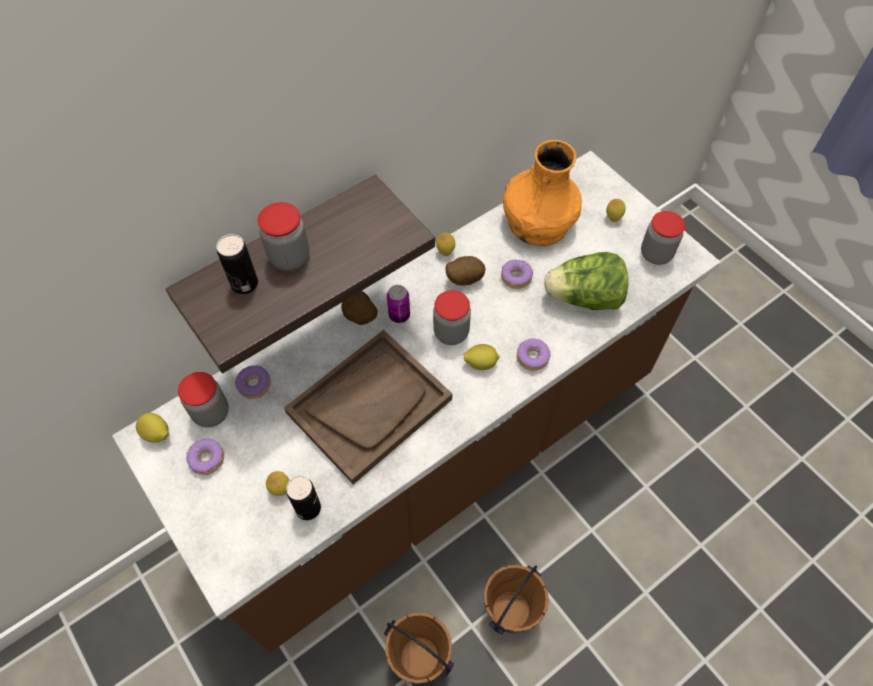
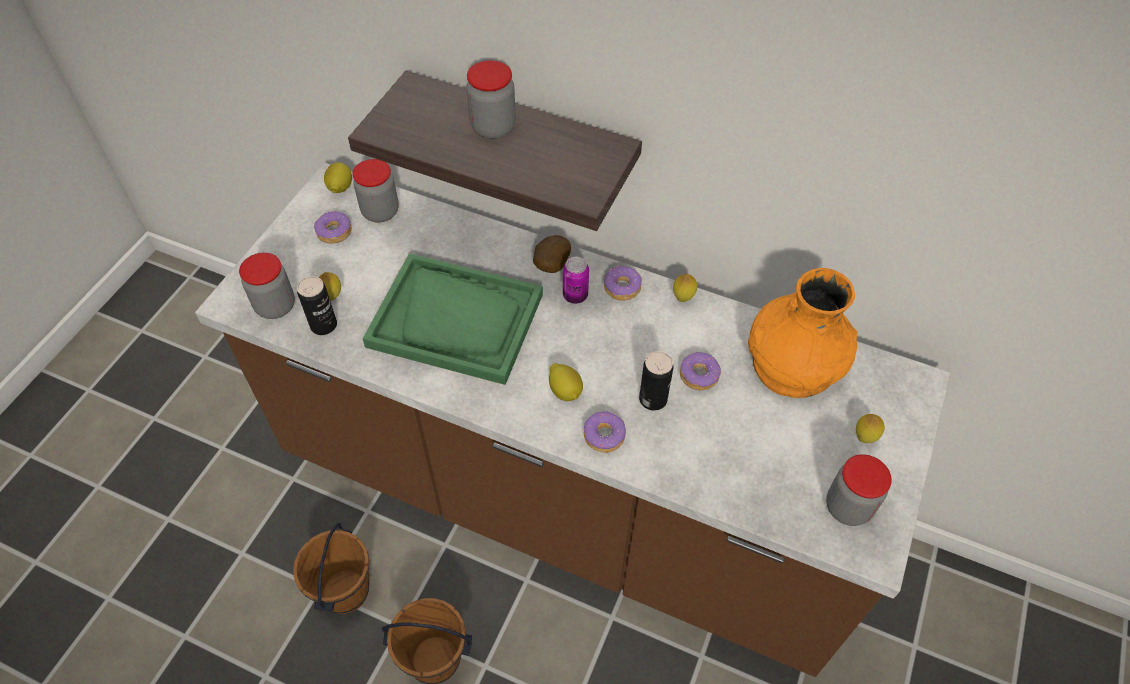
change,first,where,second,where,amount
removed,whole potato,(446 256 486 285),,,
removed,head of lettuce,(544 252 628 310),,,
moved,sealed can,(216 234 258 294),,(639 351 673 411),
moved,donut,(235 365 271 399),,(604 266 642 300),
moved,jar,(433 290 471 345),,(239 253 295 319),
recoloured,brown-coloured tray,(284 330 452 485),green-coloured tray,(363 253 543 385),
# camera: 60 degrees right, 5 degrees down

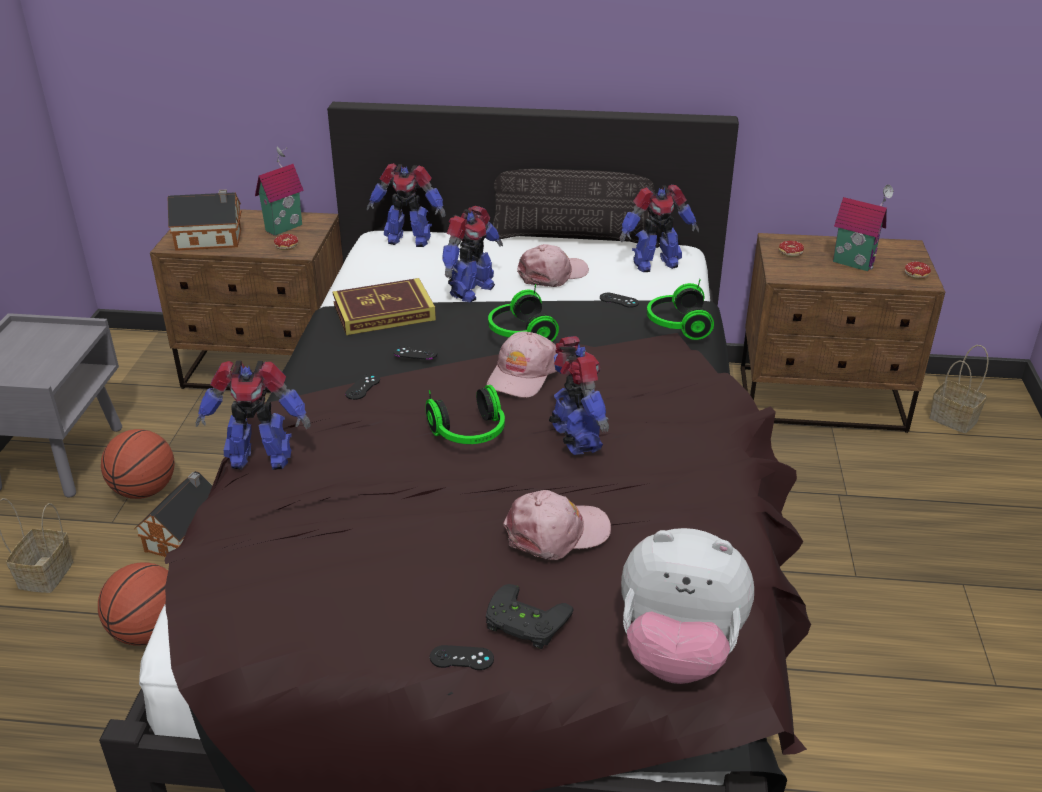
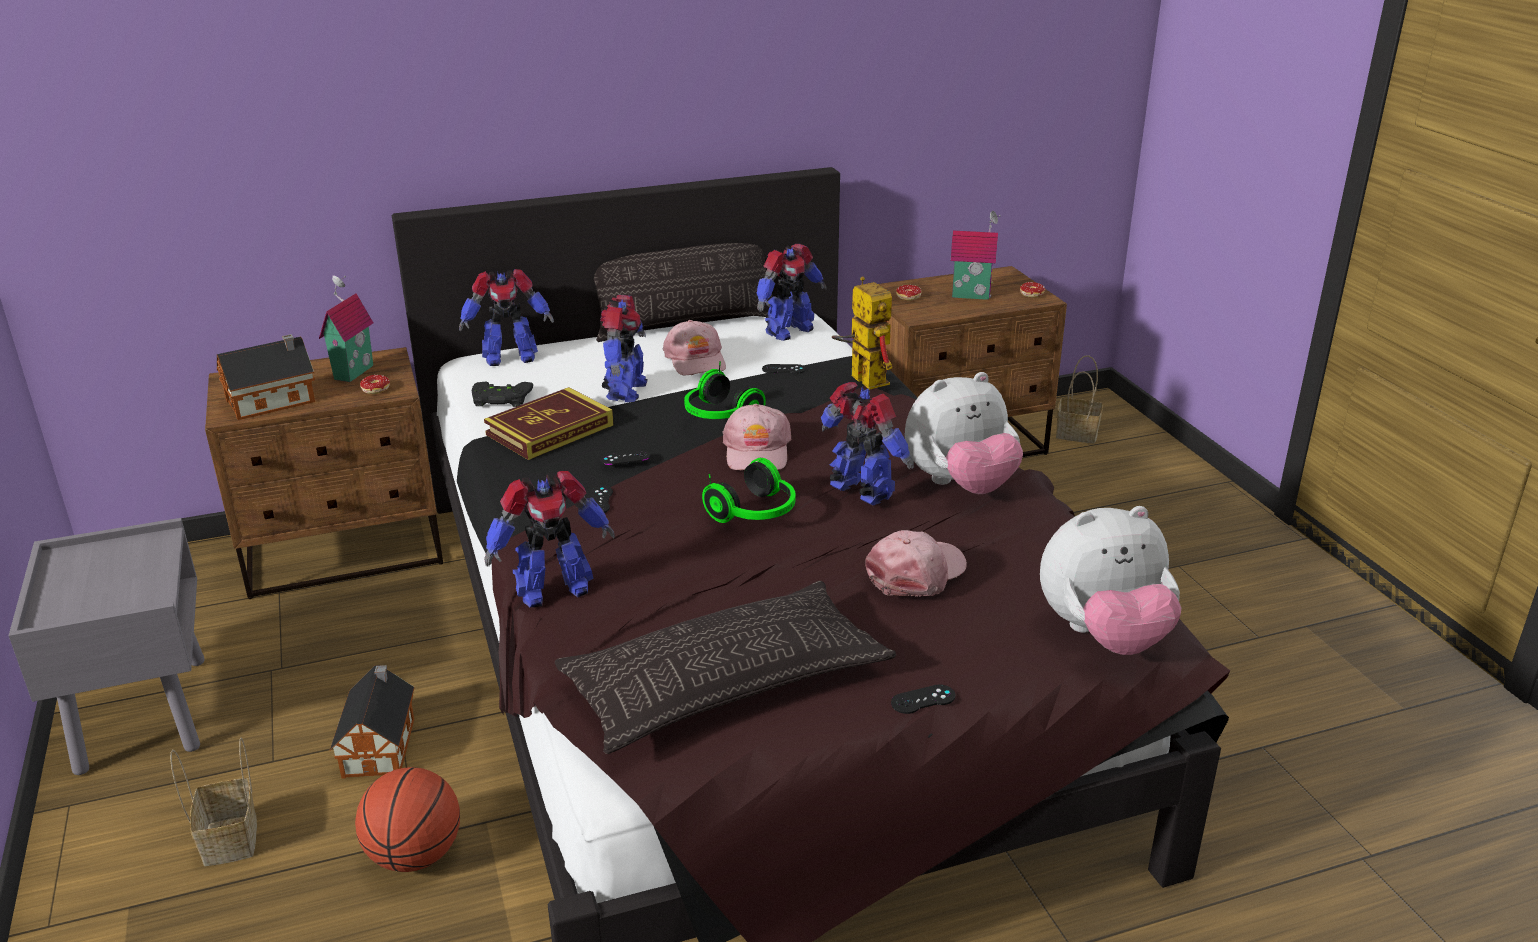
change,first,where,second,where,amount
removed,basketball,(101 429 174 499),,,
added,,,throw pillow,(555 581 896 754),
added,,,plush toy,(905 372 1023 494),
moved,black-coloured gamepad,(486 584 573 649),,(471 381 533 407),
replaced,headset,(647 279 714 340),toy robot,(832 276 892 390),
turned,pinkish cap,(517 244 589 287),,(663 320 726 376),135 degrees clockwise
# camera: 25 degrees left, 5 degrees down

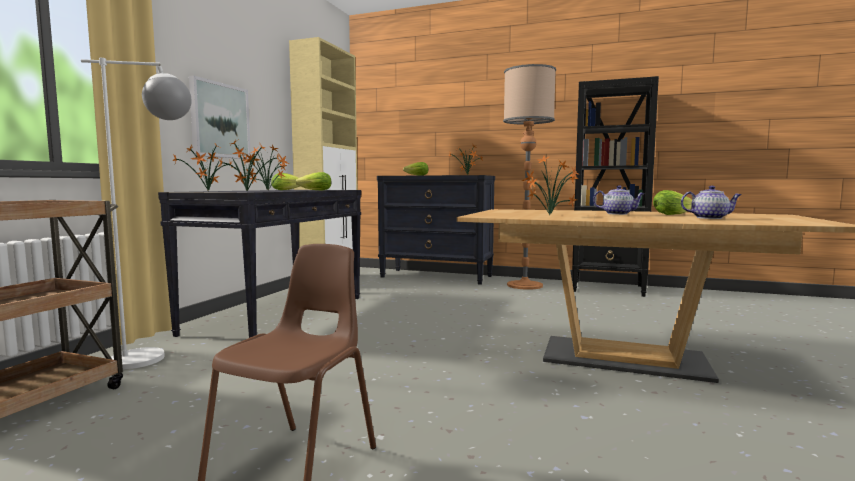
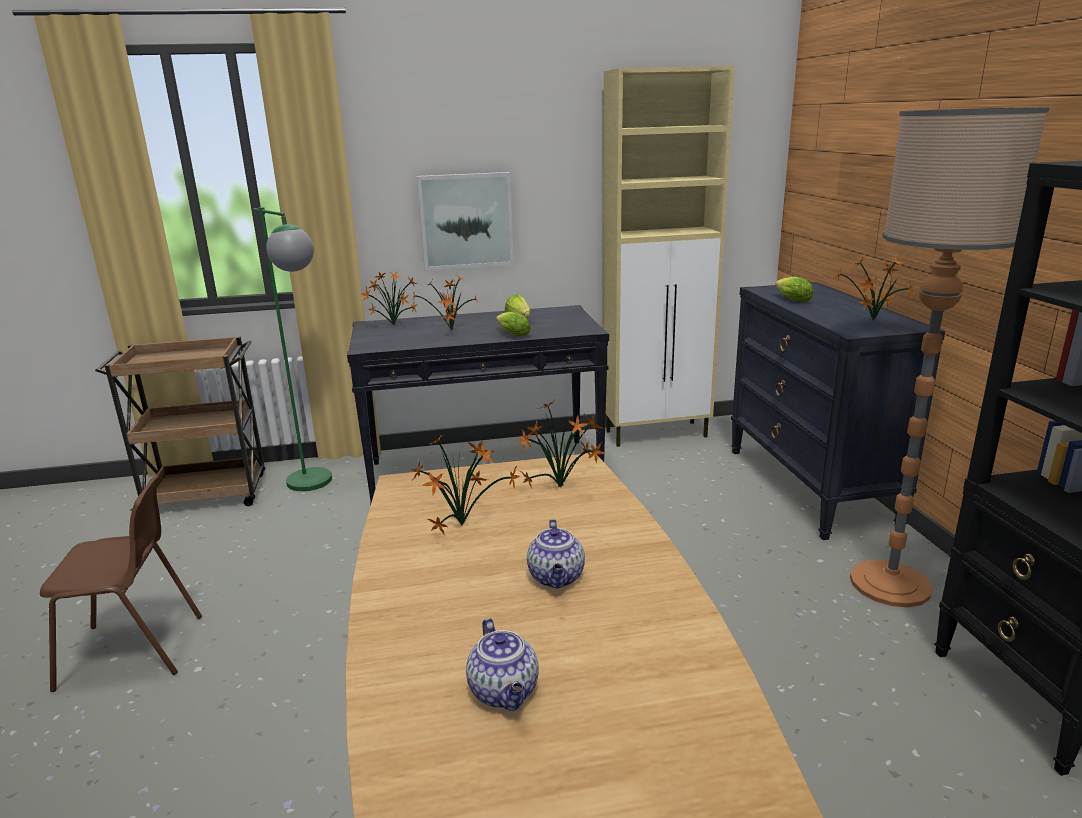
change,first,where,second,where,amount
removed,head of lettuce,(653 190 692 215),,,
moved,houseplant,(218 139 279 191),,(516 400 606 488),
recoloured,whitish standard lamp,(81 58 191 369),green-coloured standard lamp,(253 207 332 491),
# camera: 60 degrees right, 15 degrees up

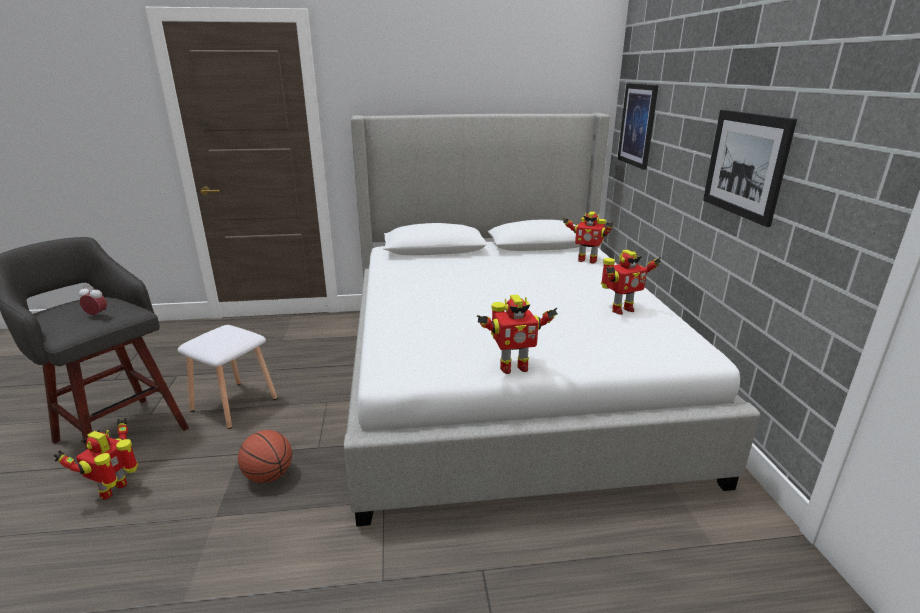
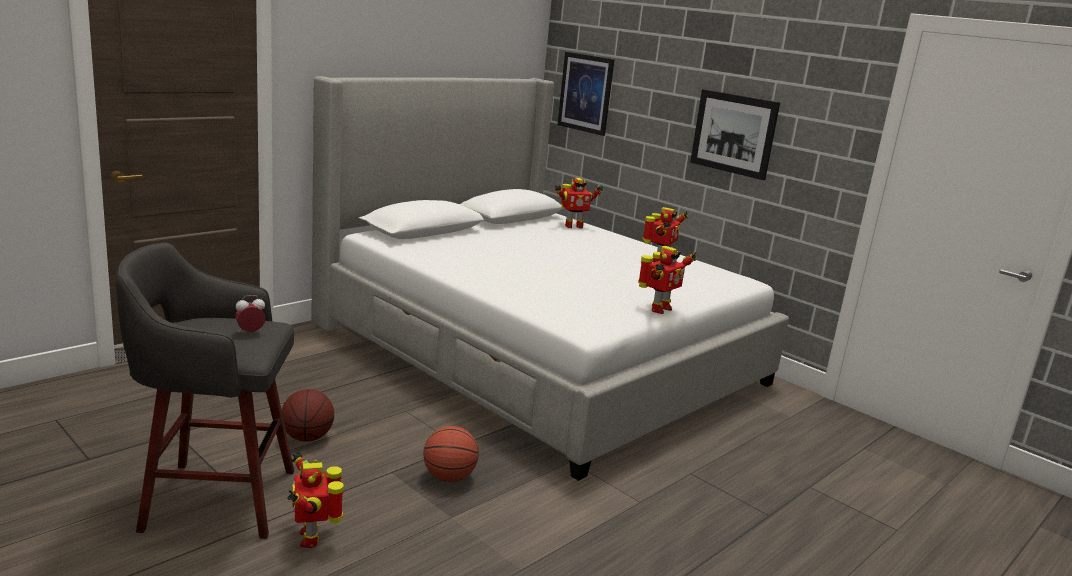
change,first,where,second,where,amount
replaced,whitish stool,(178 325 277 429),basketball,(282 389 334 442),
# camera: 40 degrees left, 5 degrees down

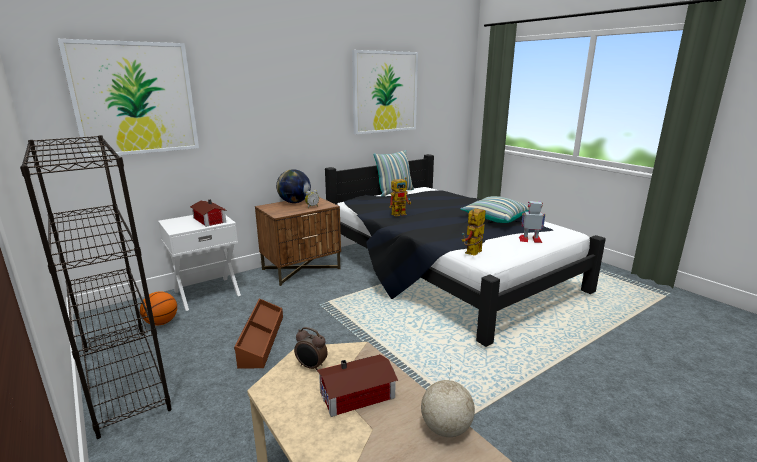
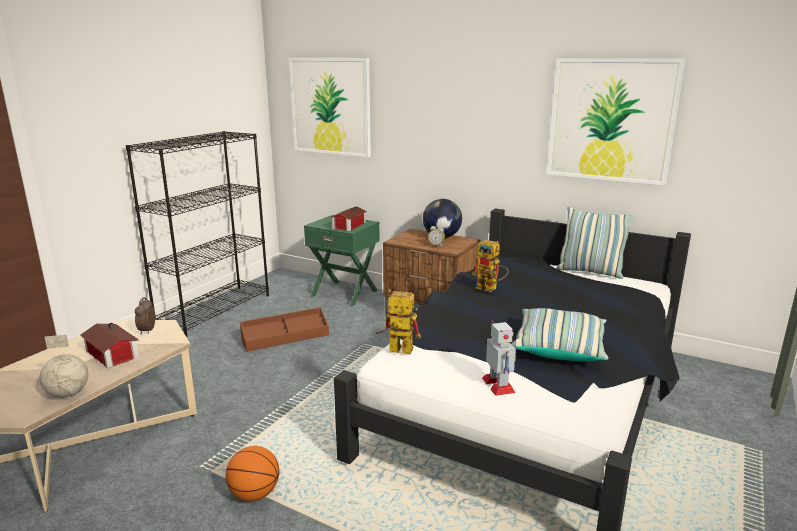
change,first,where,second,where,amount
moved,basketball,(140 292 177 326),,(226 446 279 501),
recoloured,whitish night table,(158 215 241 311),green-coloured night table,(304 215 380 306),
# camera: 65 degrees right, 0 degrees up

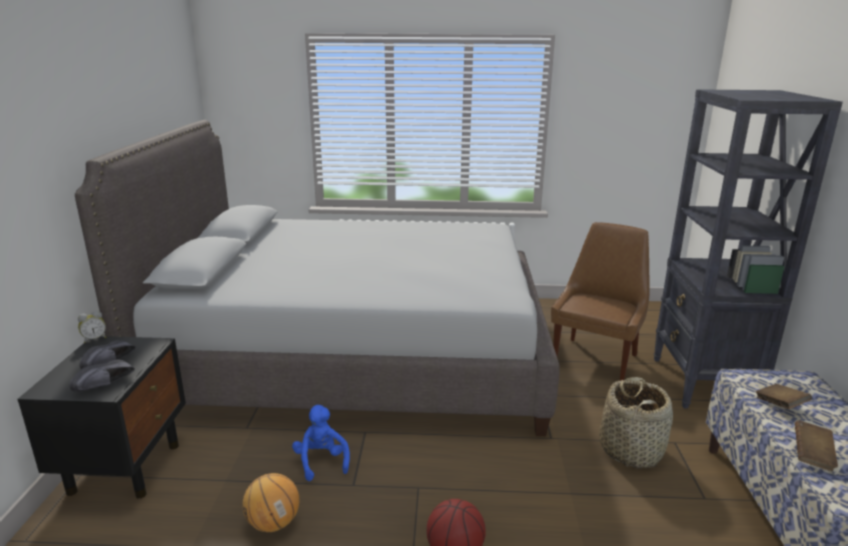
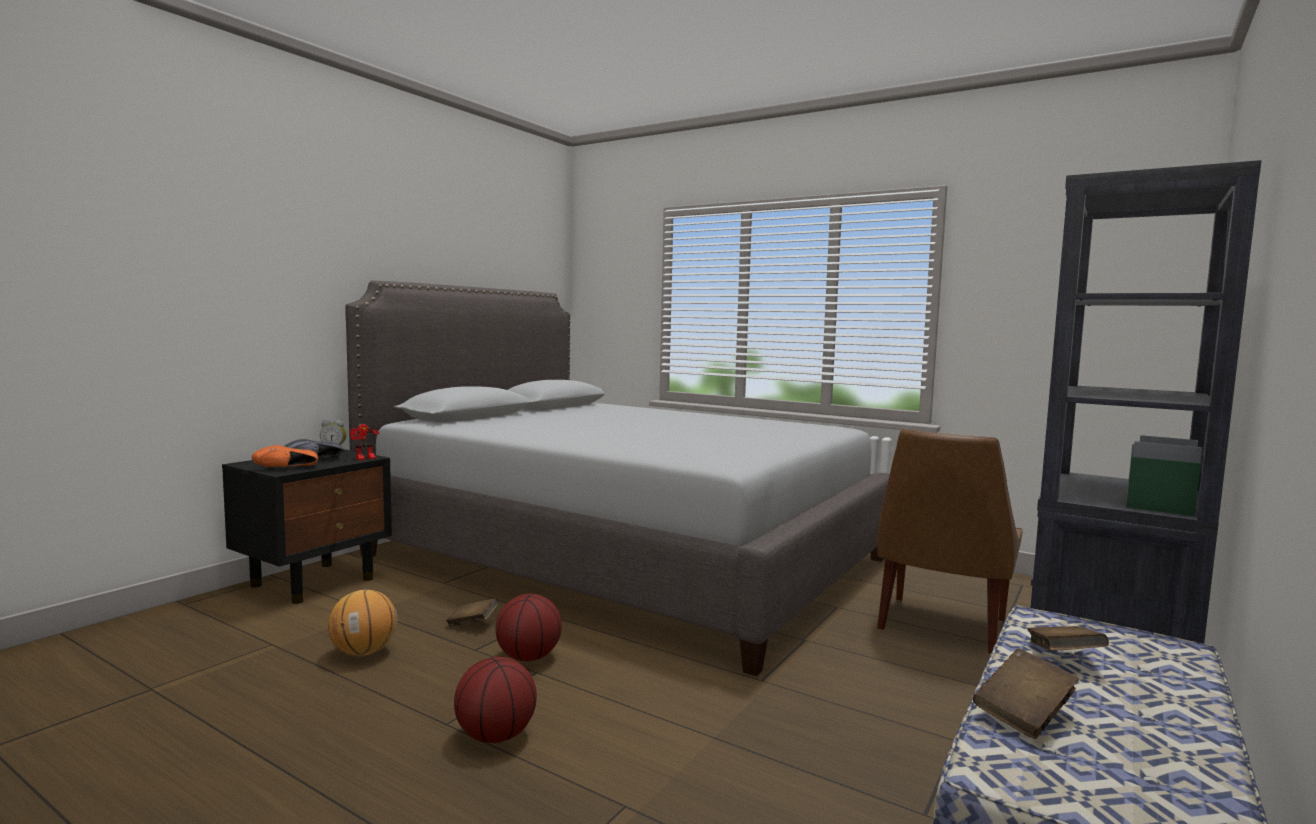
change,first,where,second,where,amount
removed,storage basket,(599 377 673 469),,,
added,,,toy robot,(350 424 379 460),
added,,,basketball,(495 593 562 662),
replaced,blue-coloured plush toy,(292 405 350 481),brown-coloured volume,(446 598 498 627),
recoloured,black-coloured item of footwear,(69 359 135 392),orange item of footwear,(252 445 318 467),
turned,brown-coloured chair,(551 222 650 381),,(877 430 1023 654),150 degrees clockwise
# camera: 30 degrees right, 15 degrees down

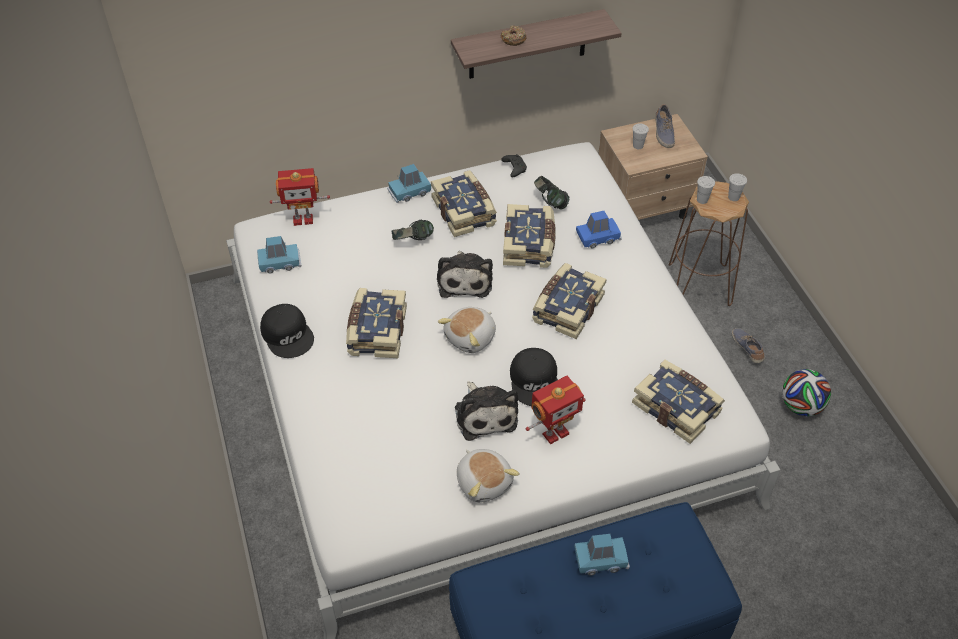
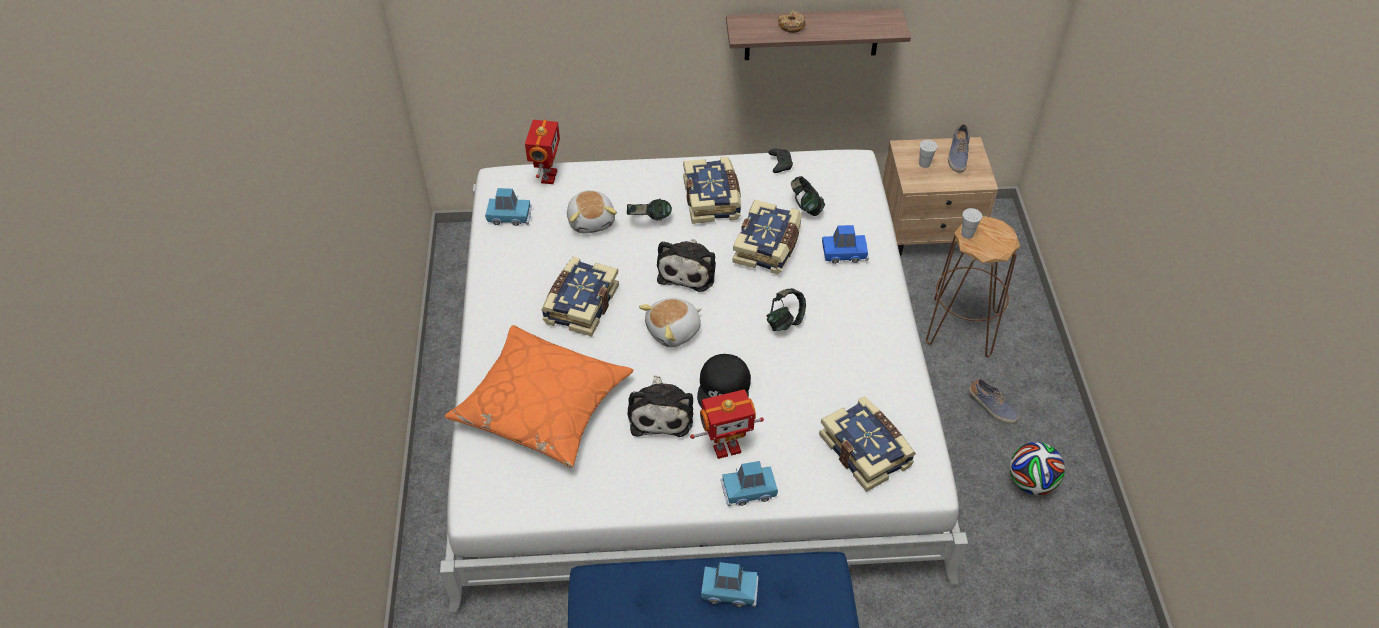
change,first,where,second,where,amount
removed,black-coloured cap,(260 304 314 358),,,
removed,whitish cup,(728 173 747 201),,,
added,,,orange throw pillow,(445 325 633 468),
moved,blue-coloured miniature car,(387 164 431 203),,(720 461 778 506),
moved,plush toy,(457 449 520 502),,(567 190 617 233),
replaced,volume,(532 263 607 339),headset,(767 288 806 331),
turned,toy robot,(270 168 330 226),,(525 120 560 184),90 degrees counterclockwise
turned,item of footwear,(732 328 765 363),,(969 378 1019 424),135 degrees clockwise
# camera: 15 degrees right, 0 degrees up

